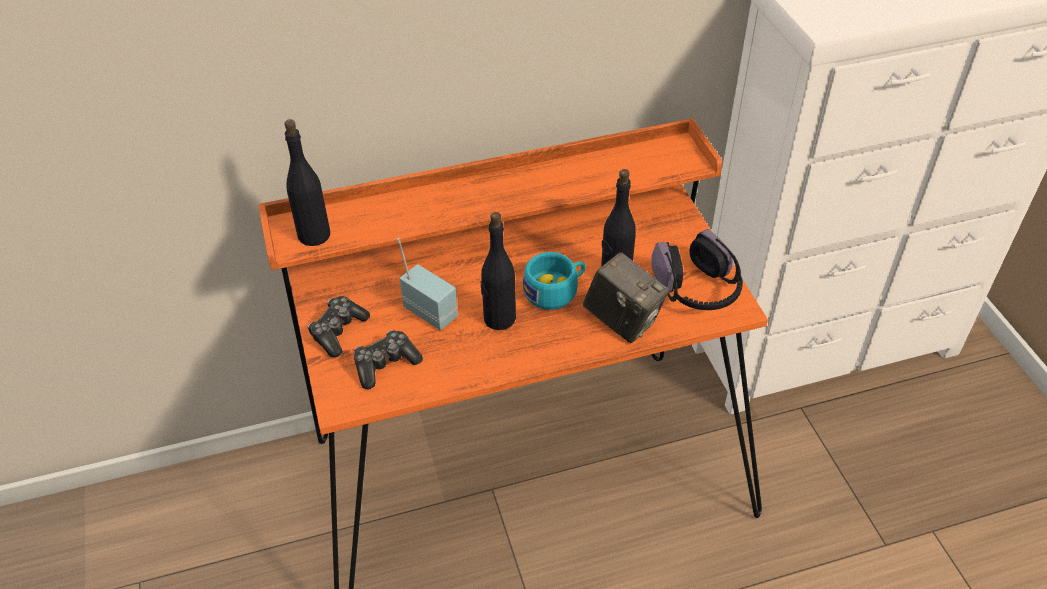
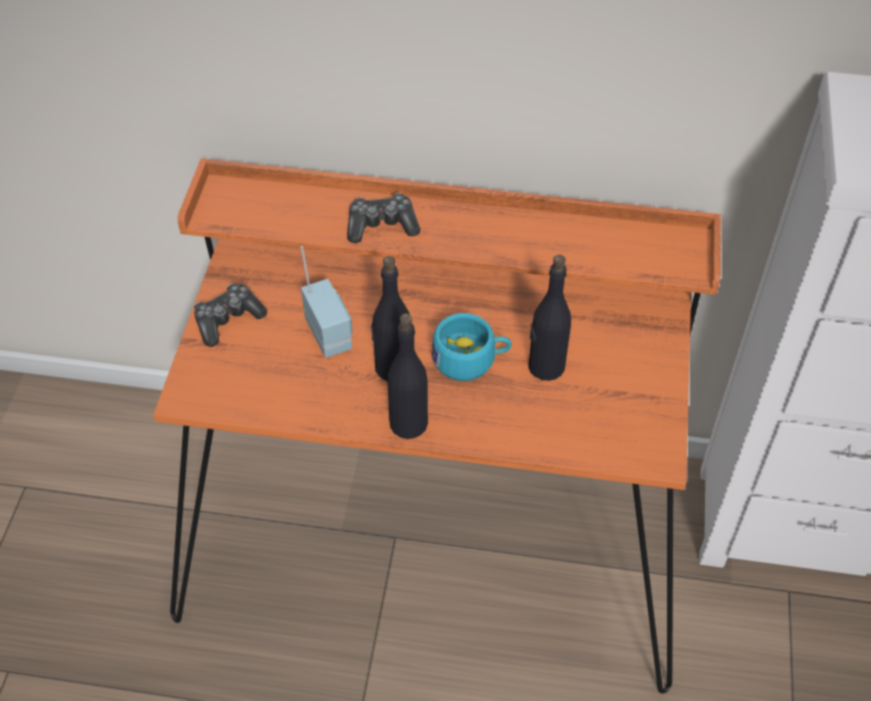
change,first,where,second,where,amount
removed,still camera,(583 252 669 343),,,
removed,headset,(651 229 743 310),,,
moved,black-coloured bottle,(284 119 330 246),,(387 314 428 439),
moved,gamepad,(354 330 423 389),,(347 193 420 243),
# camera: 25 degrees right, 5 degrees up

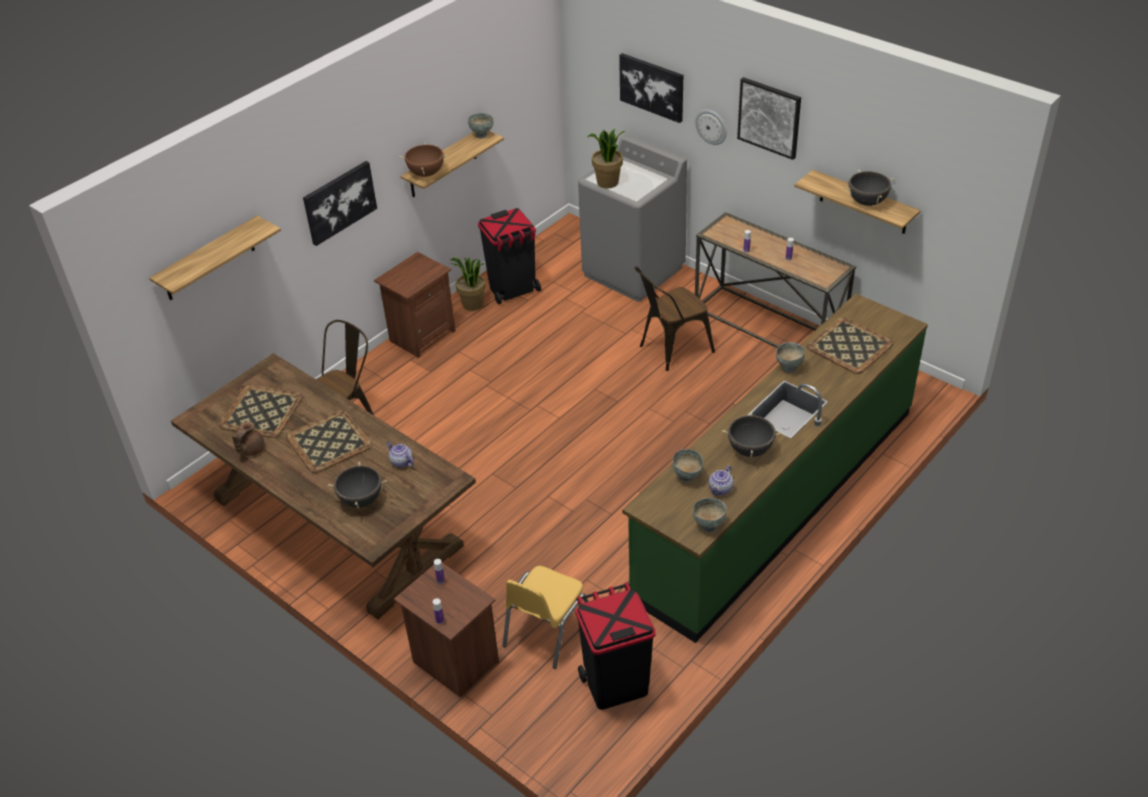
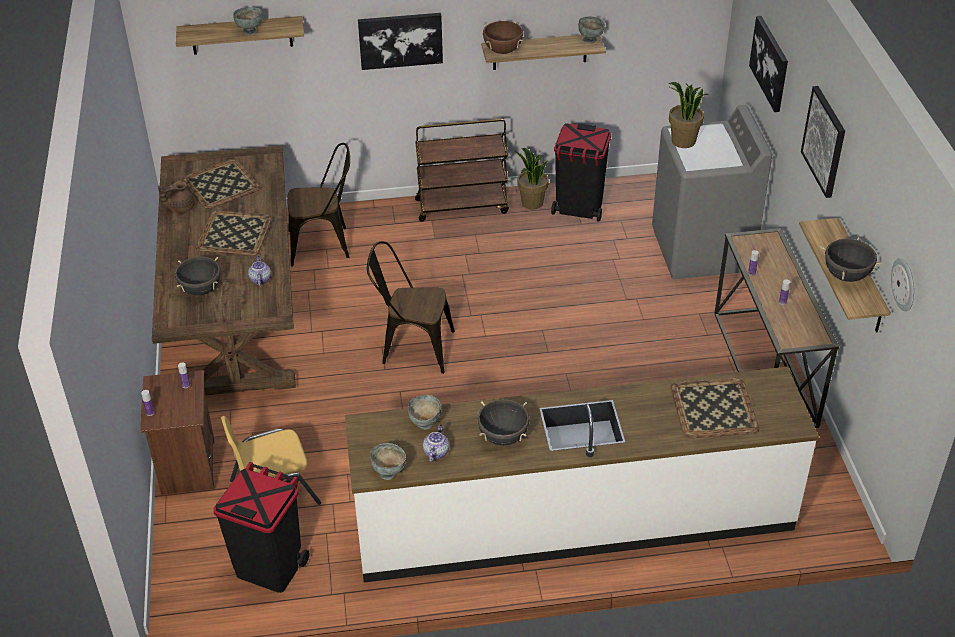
change,first,where,second,where,amount
moved,brown-coloured chair,(634 267 715 371),,(367 241 455 374),
moved,hanging clock,(695 110 727 145),,(891 258 914 311),
moved,greyish bowl,(776 342 805 373),,(233 7 262 35),
replaced,brown-coloured night table,(374 252 456 358),brown-coloured wheeled cart,(415 119 509 222),
recoloured,green-coloured kitchen counter,(622 293 928 643),whitish kitchen counter,(345 367 819 583),
turned,pot for tea,(709 465 734 496),,(423 424 449 462),120 degrees clockwise
# camera: 40 degrees right, 0 degrees up

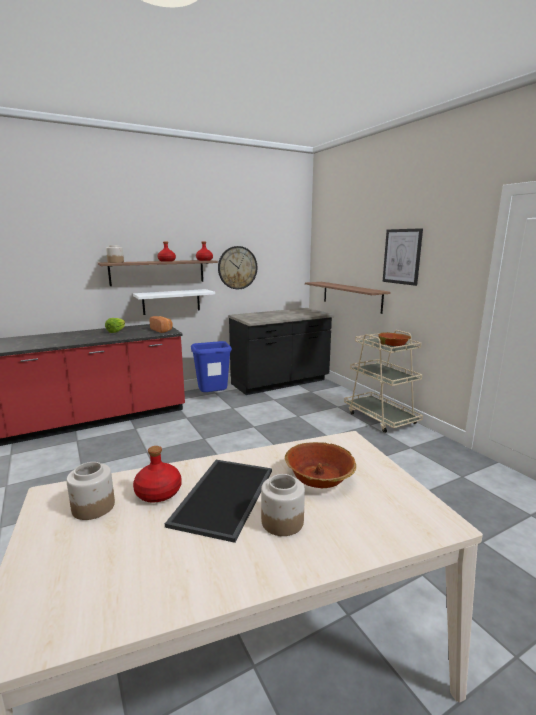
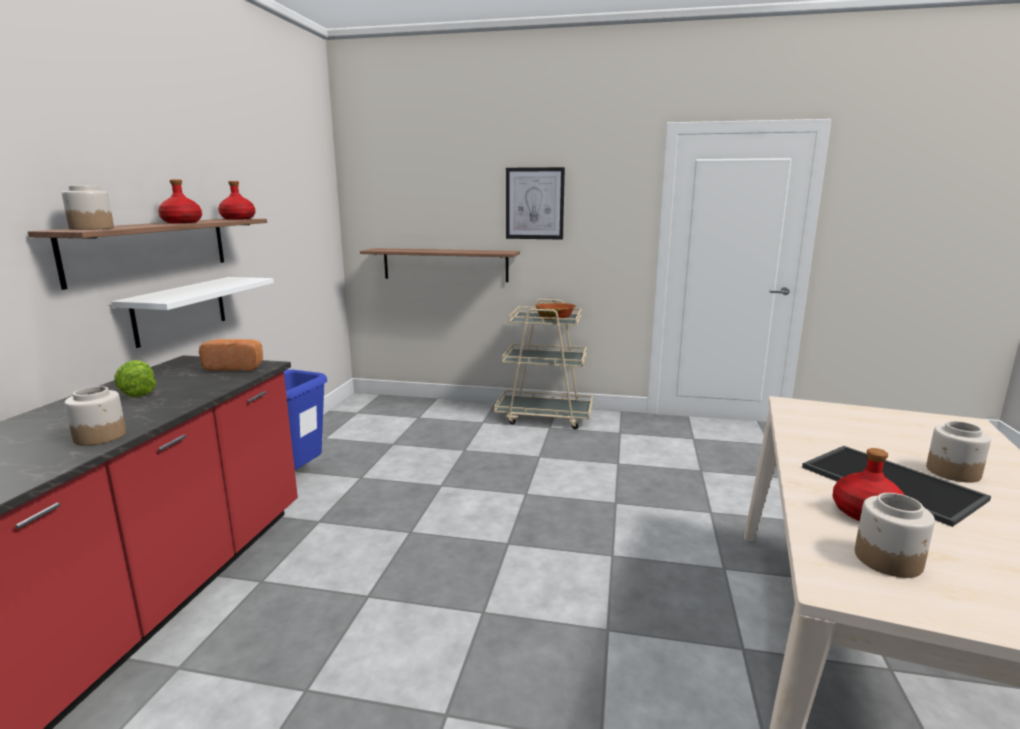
change,first,where,second,where,amount
removed,hanging clock,(218 246 257 289),,,
removed,black-coloured kitchen counter,(228 308 334 395),,,
removed,bowl,(285 442 356 488),,,
added,,,jar,(64 386 126 446),
# camera: 50 degrees left, 0 degrees up

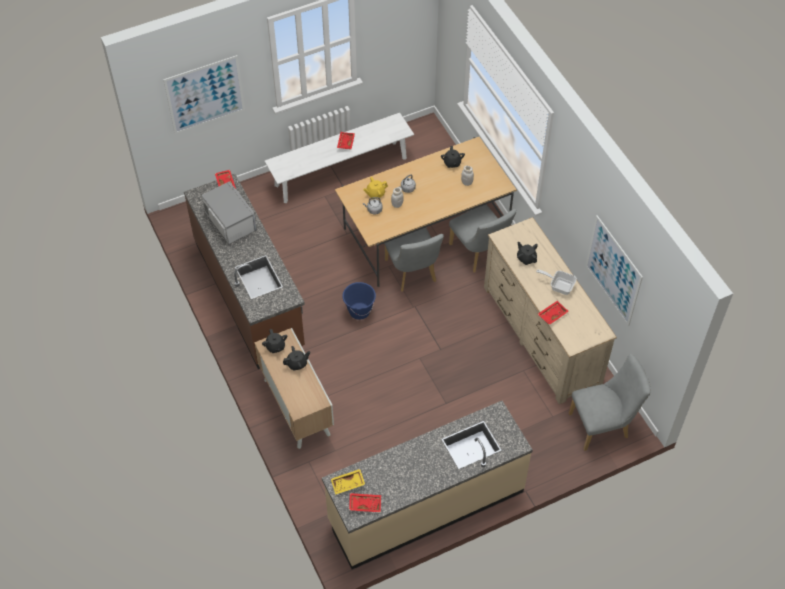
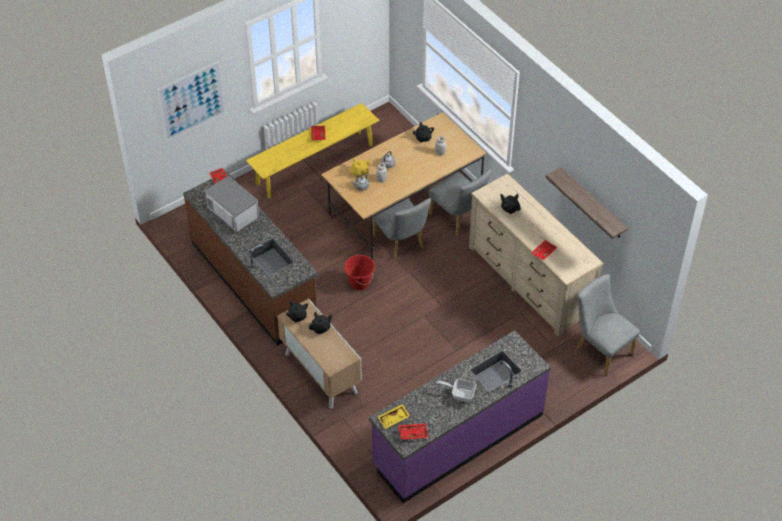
change,first,where,second,where,amount
moved,pan,(536 269 577 295),,(436 379 476 402),
replaced,picture,(586 215 643 326),bracket shelf,(545 167 628 239),
recoloured,whitish indoor bench,(265 113 414 203),yellow-coloured indoor bench,(246 103 379 198),
recoloured,sand-coloured kitchen counter,(322 401 533 569),purplish kitchen counter,(369 330 551 503),
recoloured,blue-coloured bucket,(342 282 376 320),red-coloured bucket,(344 255 375 290),
turned,greyish chair,(569 354 651 451),,(576 274 640 376),105 degrees counterclockwise
# camera: 10 degrees left, 5 degrees down

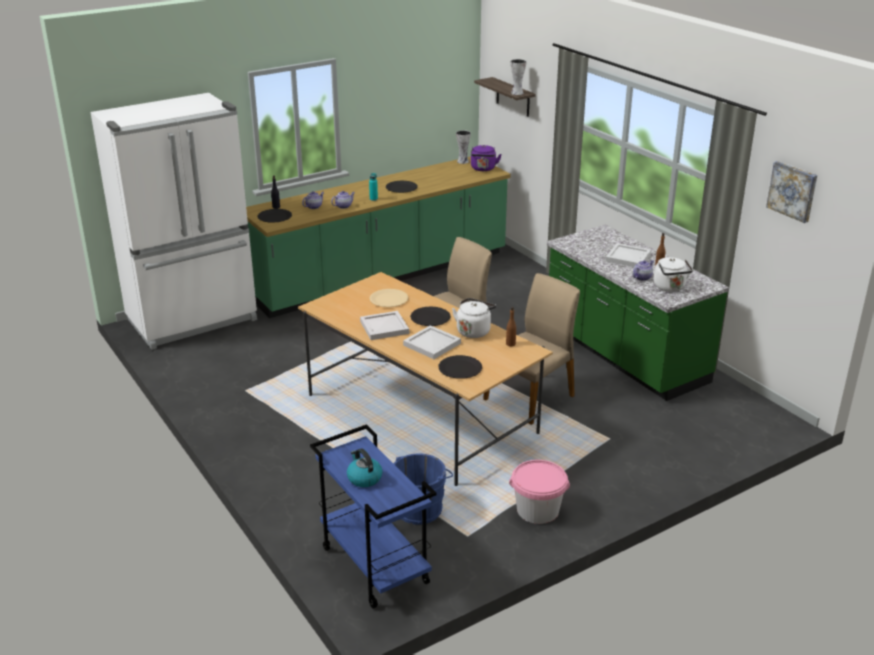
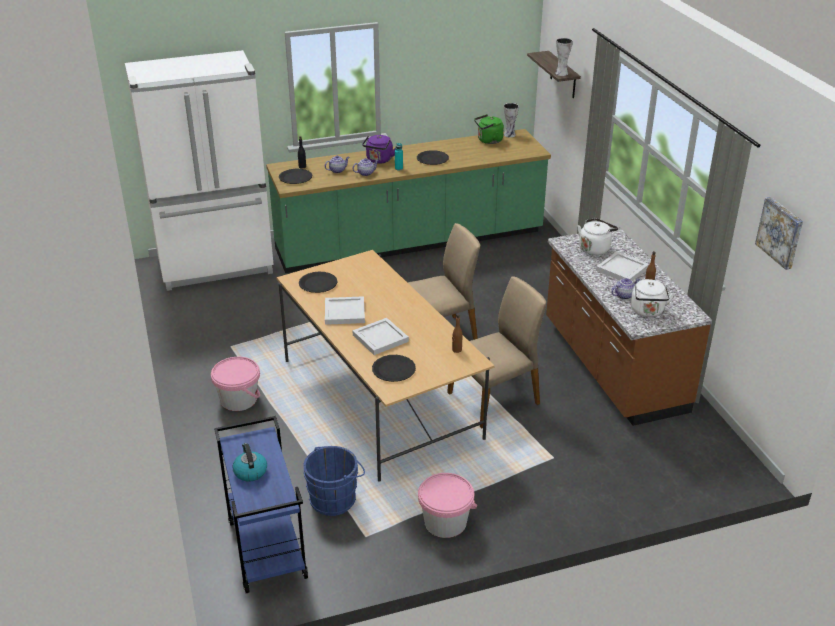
change,first,where,second,where,amount
removed,sand-coloured flat dish,(369 289 408 307),,,
added,,,pinkish bucket,(211 357 260 411),
added,,,green-coloured water kettle,(474 114 504 144),
moved,black-coloured flat dish,(410 306 451 326),,(299 272 338 293),
moved,whitish water kettle,(452 298 496 338),,(578 218 618 255),
moved,purplish water kettle,(471 145 502 171),,(362 135 396 164),
recoloured,green-coloured kitchen counter,(547 225 729 401),brown-coloured kitchen counter,(546 227 712 426),
# camera: 15 degrees right, 5 degrees up

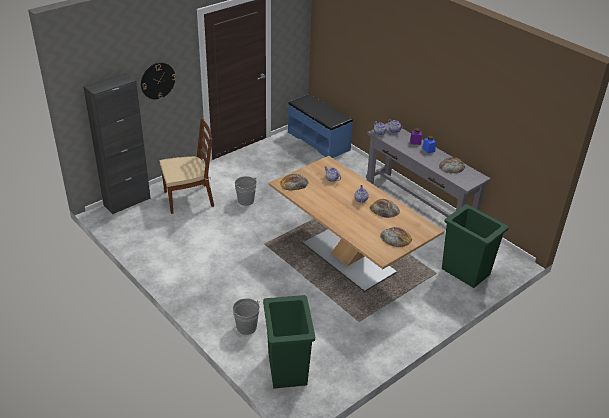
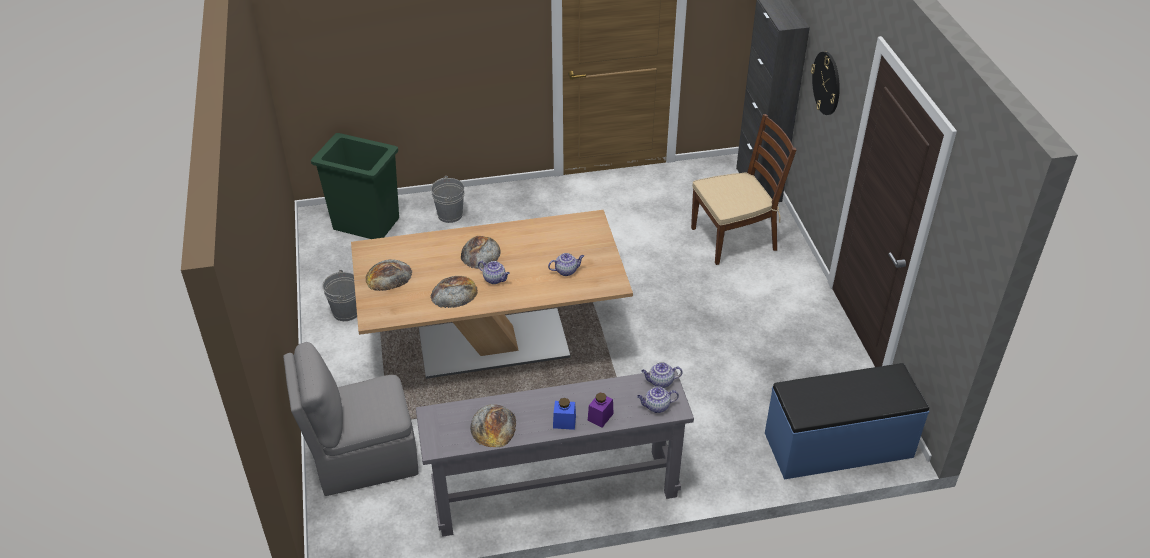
change,first,where,second,where,amount
moved,greyish bucket,(235 176 257 206),,(322 270 357 321),
moved,baked bread,(280 174 308 190),,(461 236 501 269),
replaced,green-coloured rubbish bin,(442 204 509 288),greyish chair,(283 342 418 496),
turned,brown-coloured chair,(159 118 214 214),,(691 114 796 265),120 degrees counterclockwise
# camera: 120 degrees right, 5 degrees up

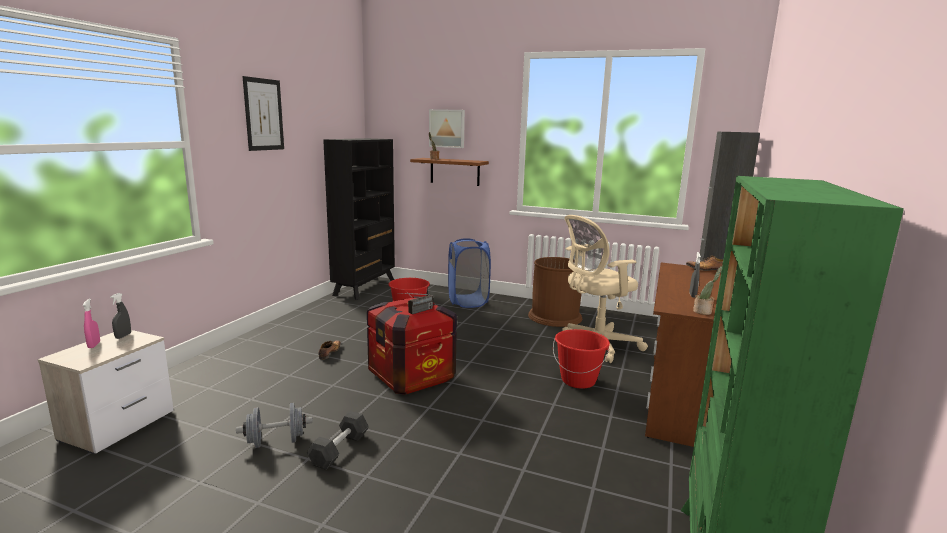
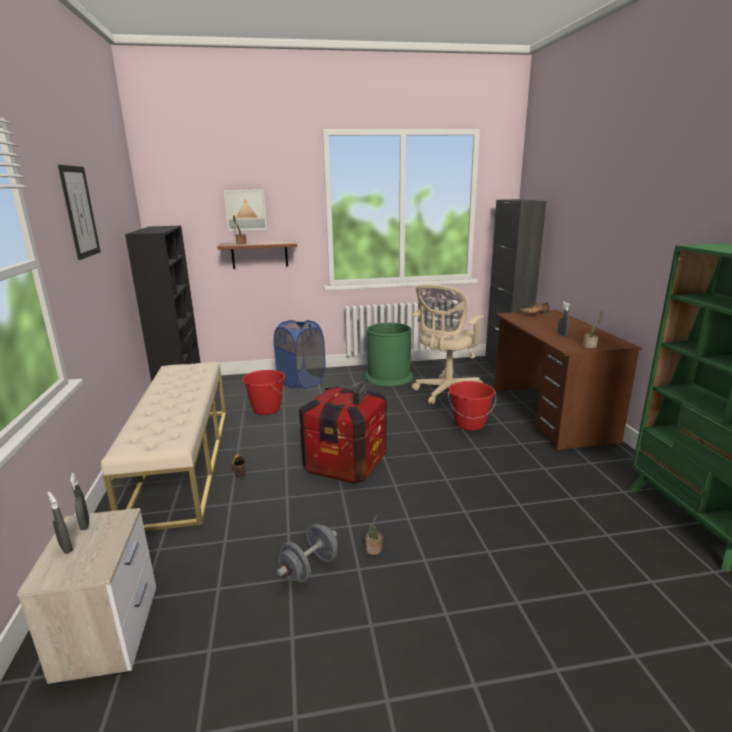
change,first,where,second,where,amount
added,,,sand-coloured indoor bench,(101 362 226 531),
replaced,black-coloured dumbbell,(307 411 369 470),houseplant,(365 515 383 555),
recoloured,pinkish sprayer,(82 299 100 348),greyish sprayer,(47 492 73 554),
recoloured,brown-coloured rubbish bin,(528 257 582 327),green-coloured rubbish bin,(365 323 413 386),
# camera: 30 degrees left, 5 degrees up

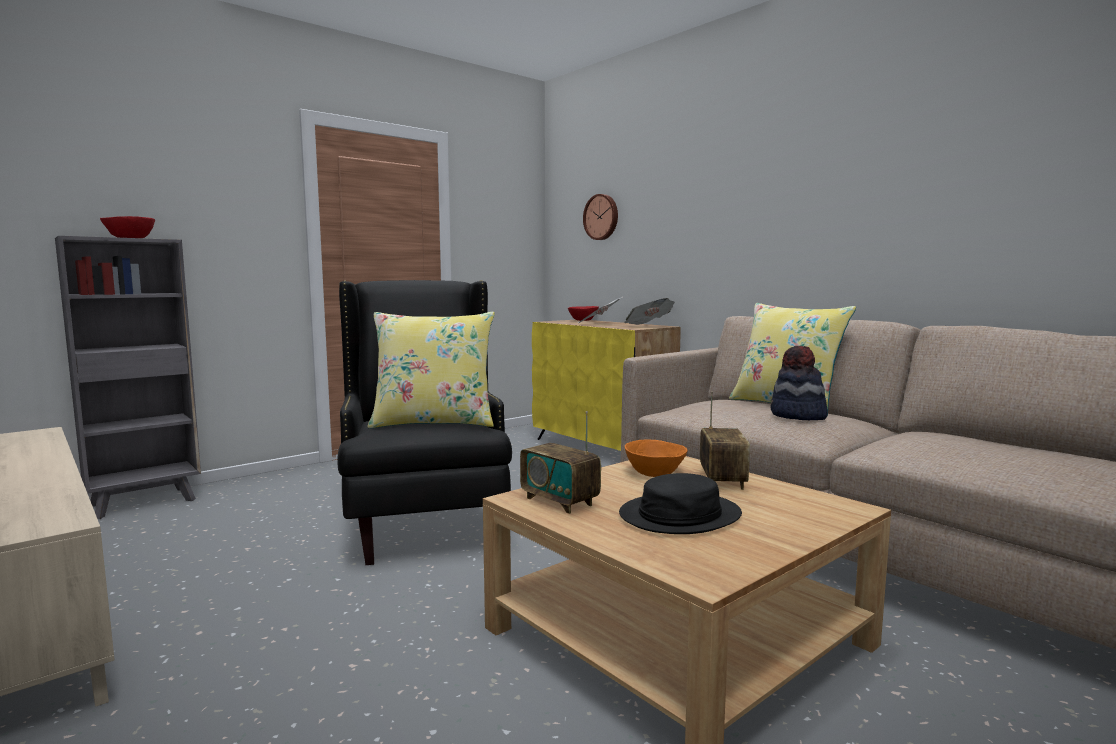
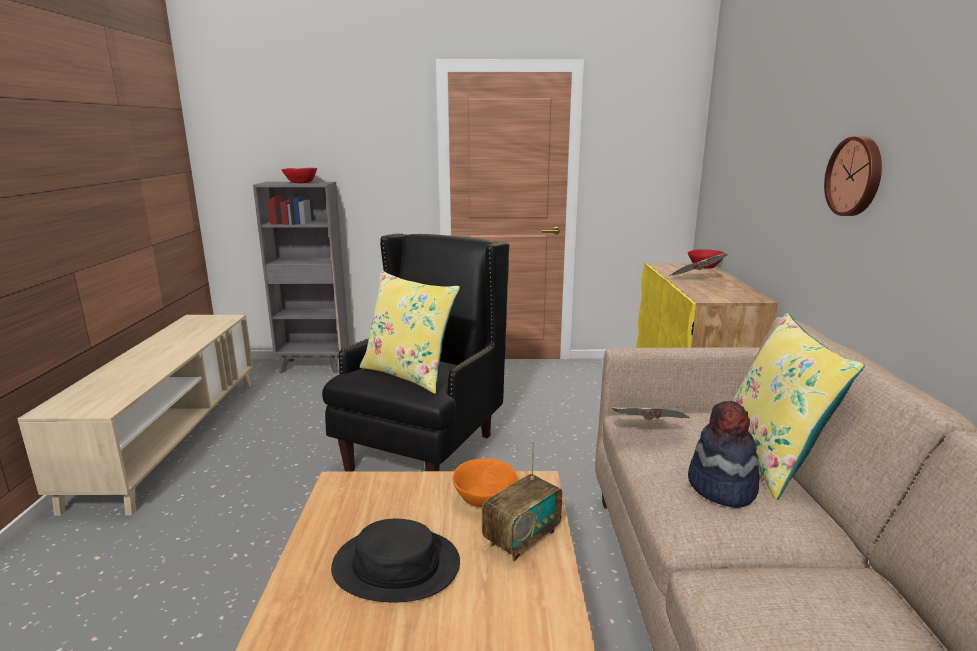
change,first,where,second,where,amount
removed,radio set,(520 411 601 514),,,
moved,hanging clock,(583 194 618 240),,(824 136 882 216),
moved,printed paper,(624 298 675 325),,(611 407 689 421),
# camera: 40 degrees right, 10 degrees up

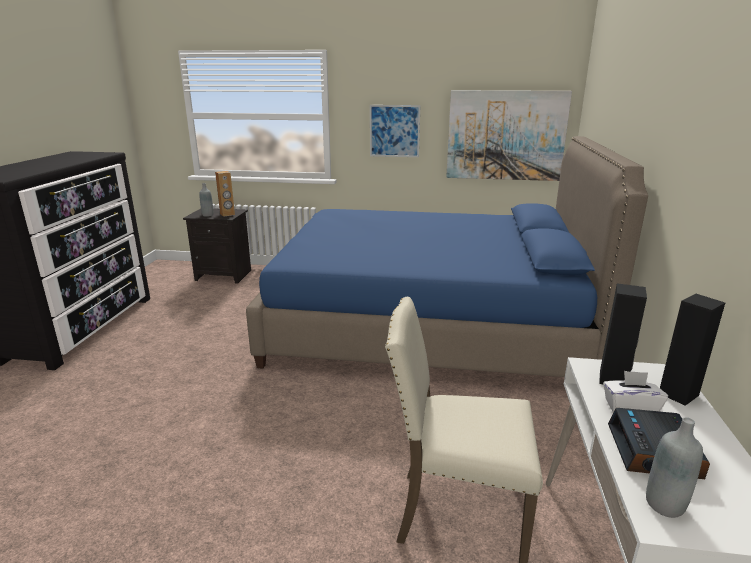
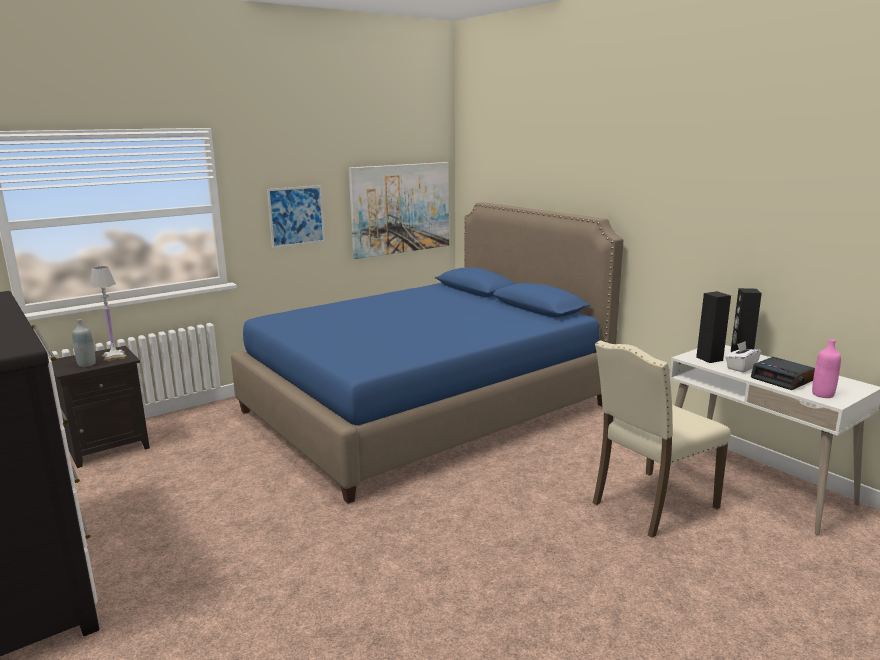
change,first,where,second,where,amount
replaced,brown-coloured audio speaker,(215 171 235 217),whitish tabletop lamp,(90 266 127 361),
recoloured,greyish bottle,(646 417 703 518),pinkish bottle,(812 339 841 398),
# camera: 45 degrees left, 5 degrees down

